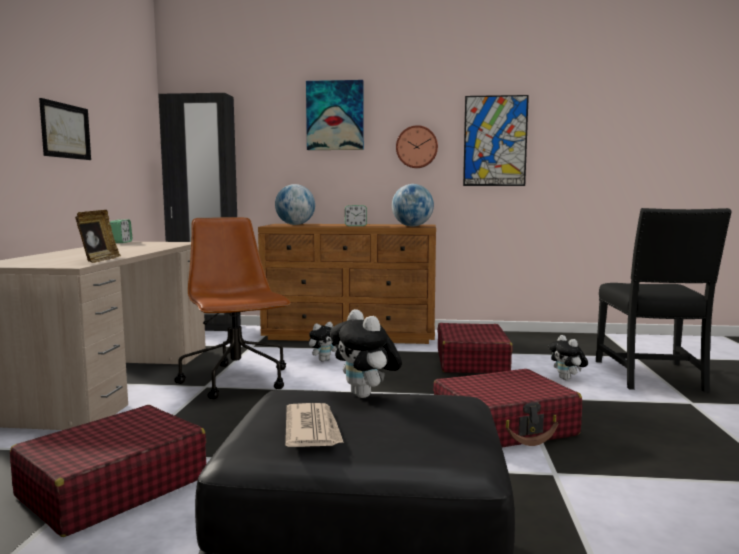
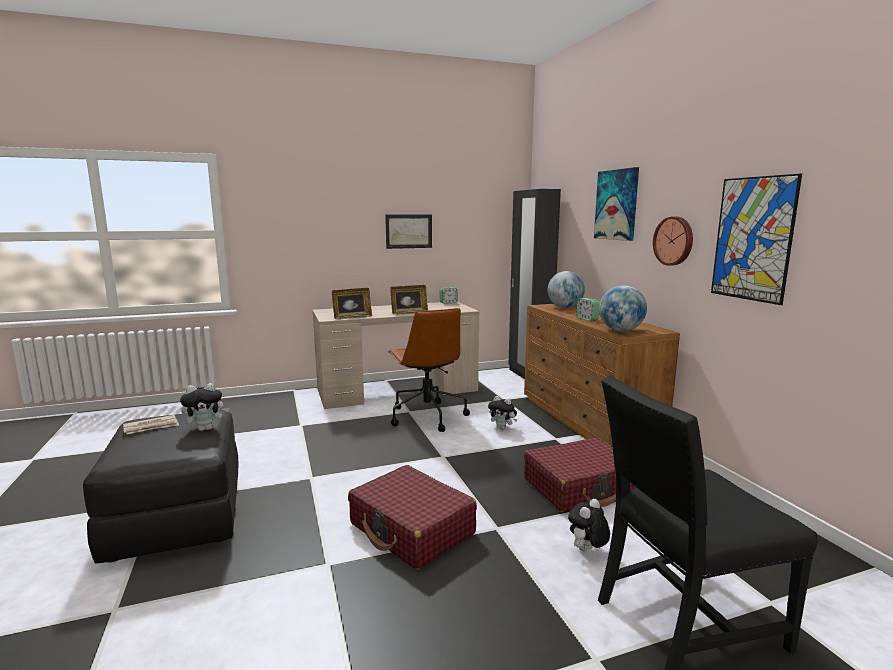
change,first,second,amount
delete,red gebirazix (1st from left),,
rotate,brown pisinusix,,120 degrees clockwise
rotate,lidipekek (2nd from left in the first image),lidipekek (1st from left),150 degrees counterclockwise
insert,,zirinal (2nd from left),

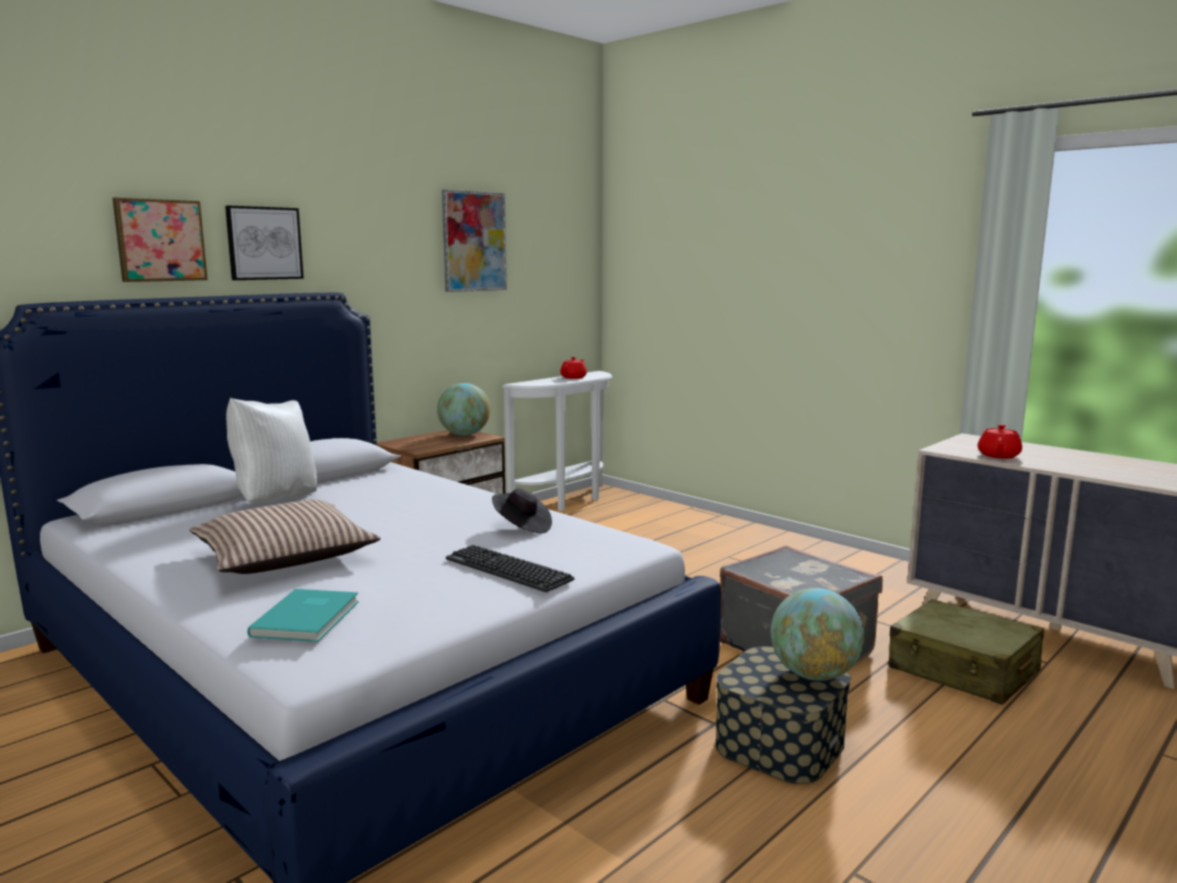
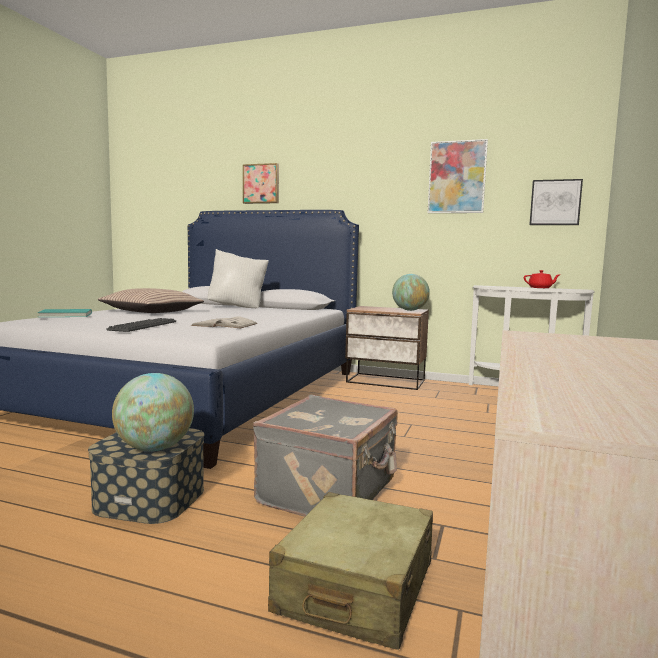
change,first,second,amount
move,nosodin (2nd from left in the first image),nosodin (3rd from left),
replace,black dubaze,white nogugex,
delete,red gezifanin (2nd from left),,

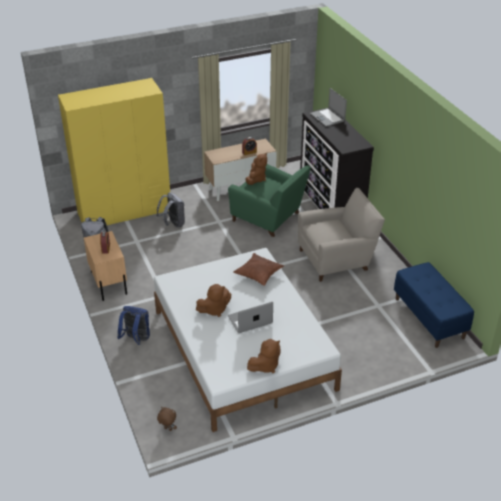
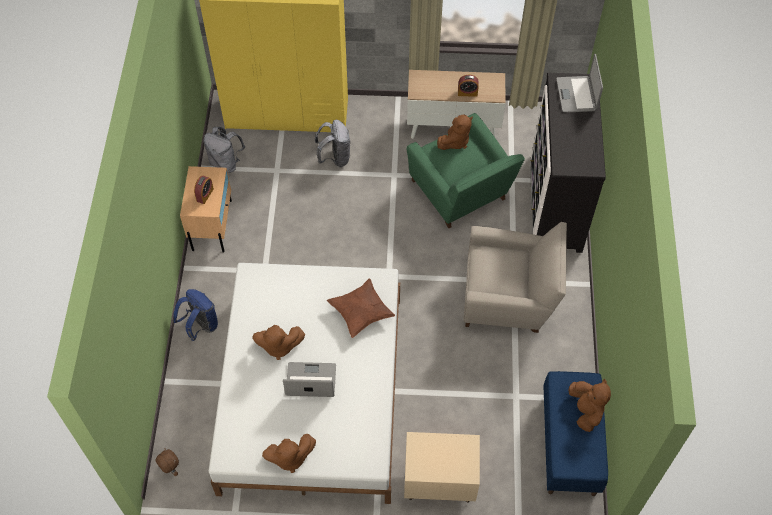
change,first,second,amount
insert,,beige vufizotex (2nd from left),
insert,,brown lidipekek (5th from left),

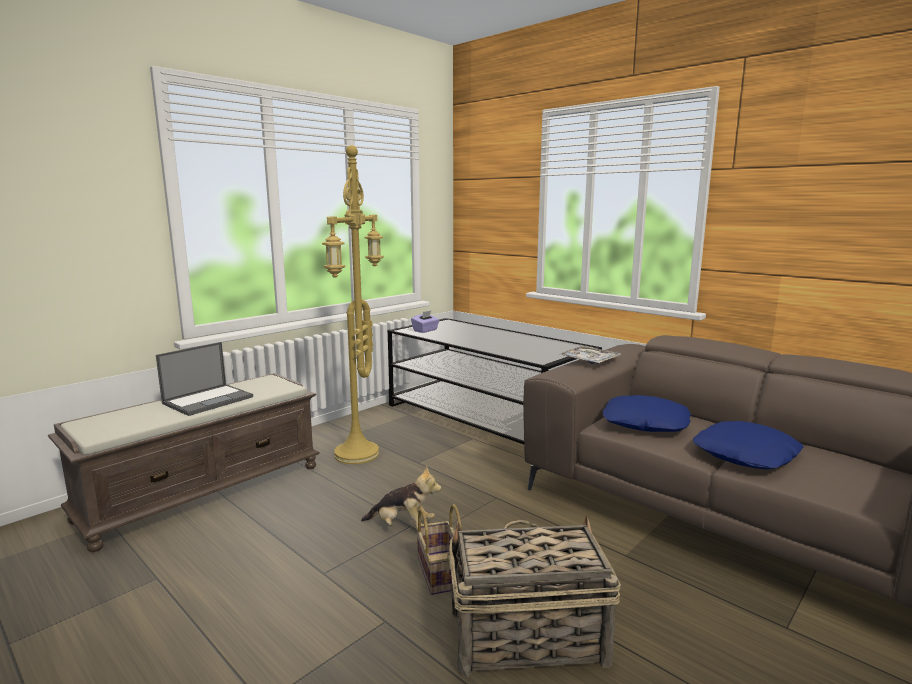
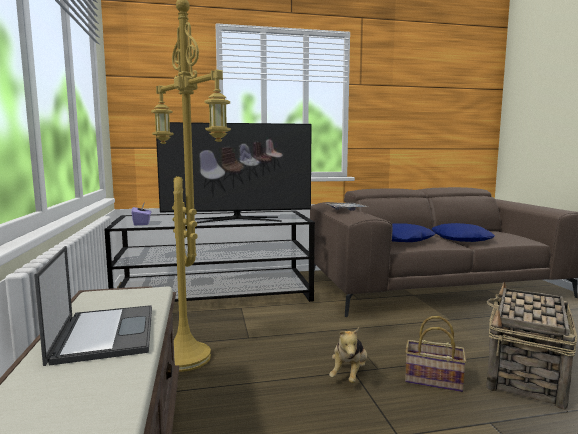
change,first,second,amount
rotate,lidipekek,,150 degrees clockwise
insert,,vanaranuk,

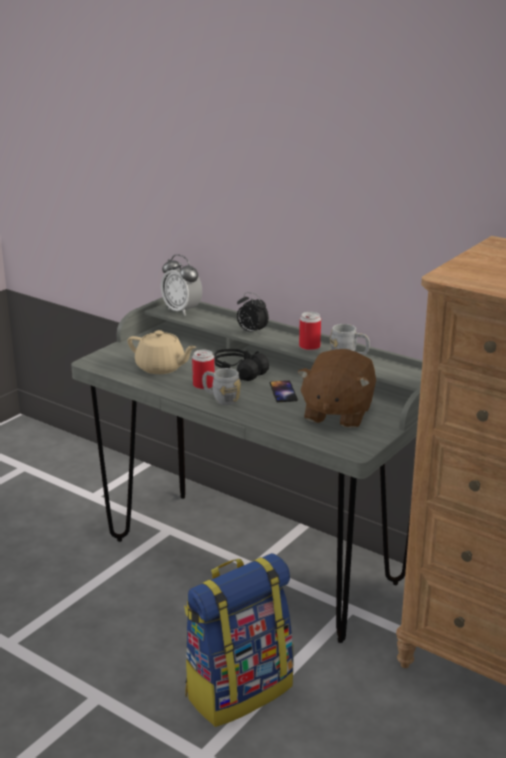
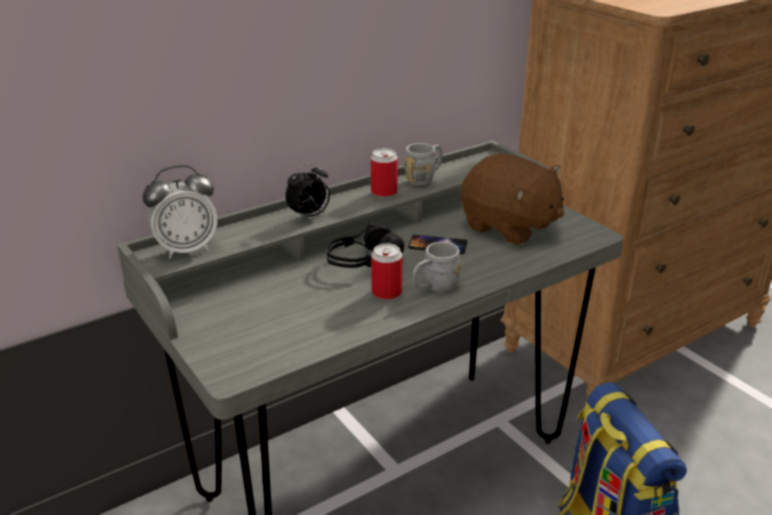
change,first,second,amount
delete,beige gezifanin,,

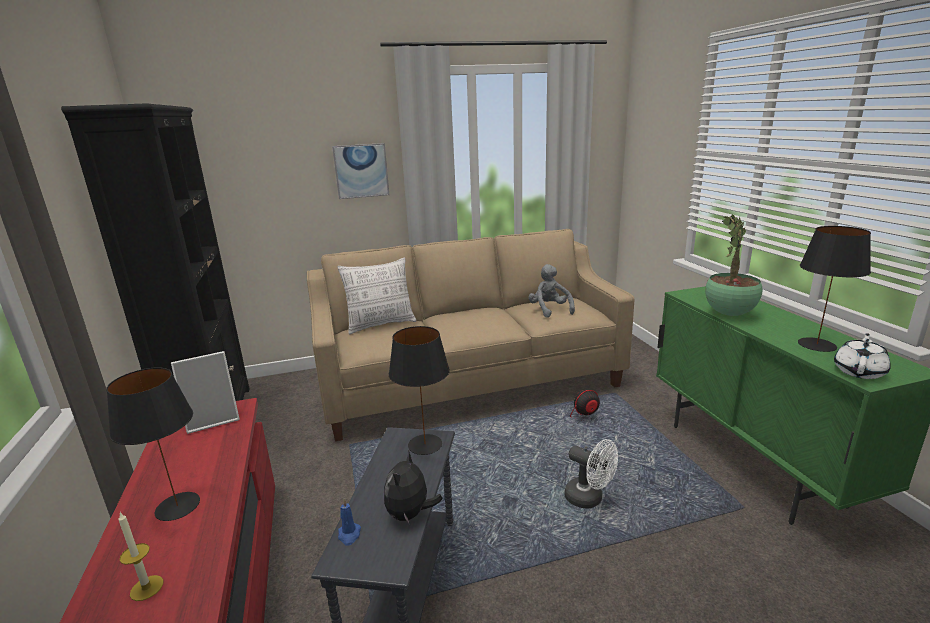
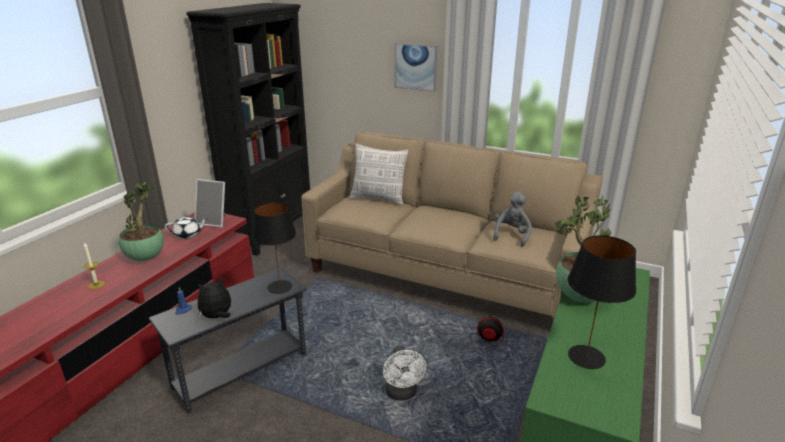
change,first,second,amount
replace,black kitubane (1st from left),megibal (1st from left),
move,white gezifanin,,

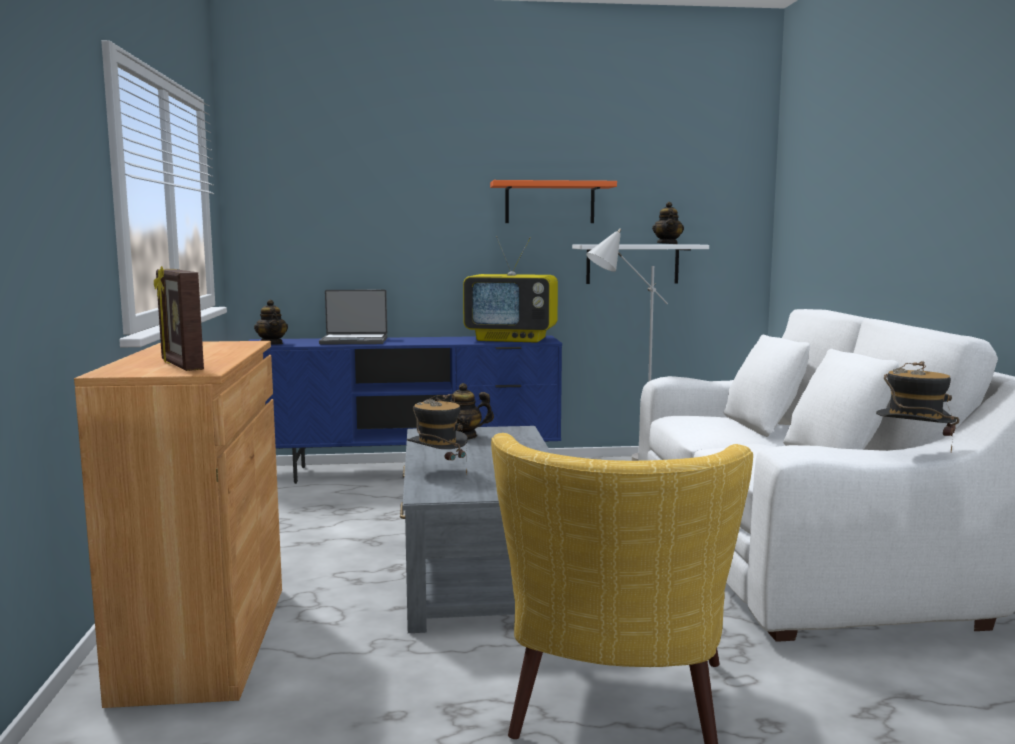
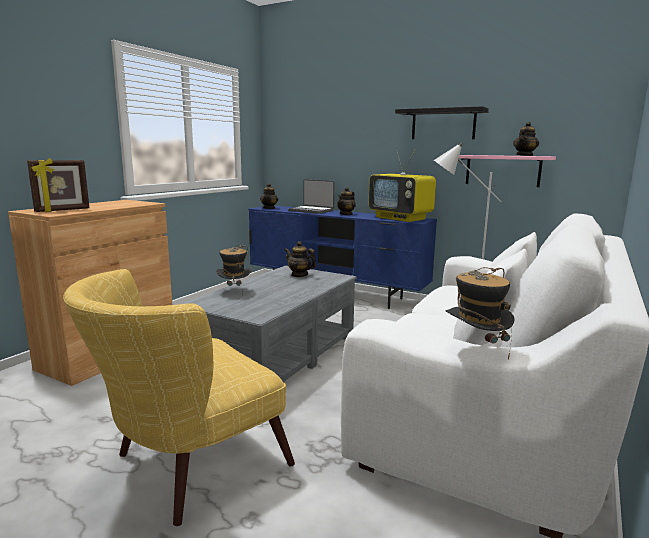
change,first,second,amount
rotate,zirinal,,135 degrees counterclockwise
recolor,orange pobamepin,black pobamepin,
recolor,white pobamepin,pink pobamepin,
insert,,gezifanin (3rd from left),

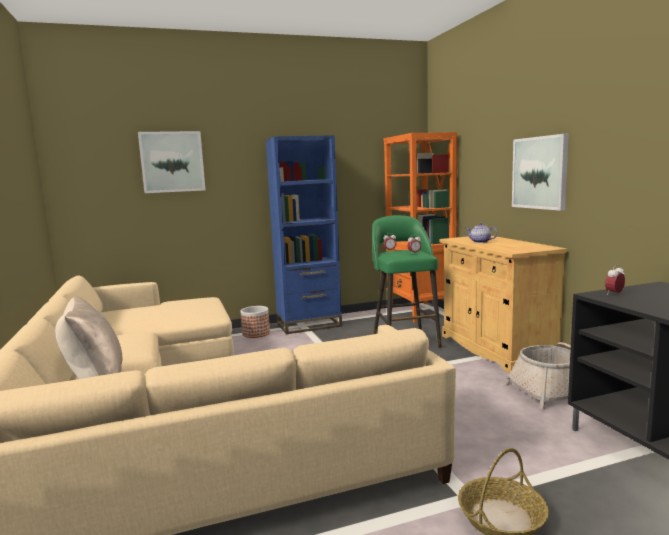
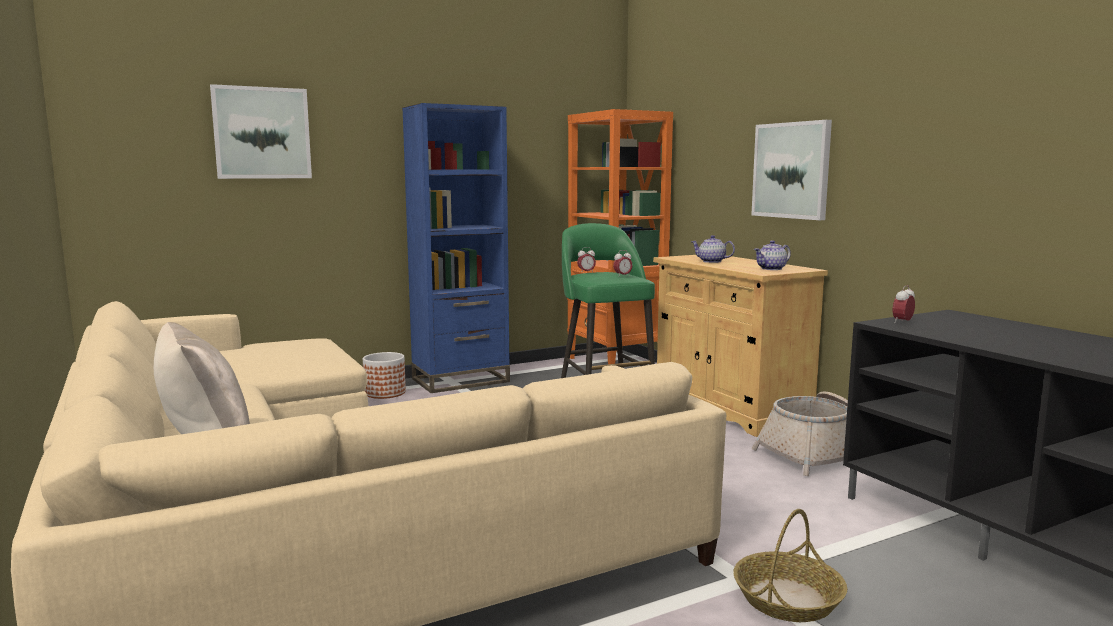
change,first,second,amount
insert,,gezifanin (2nd from left),

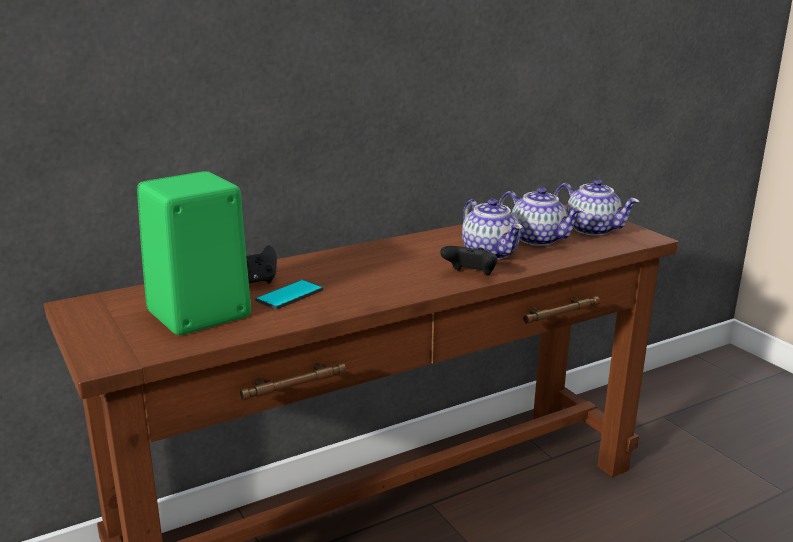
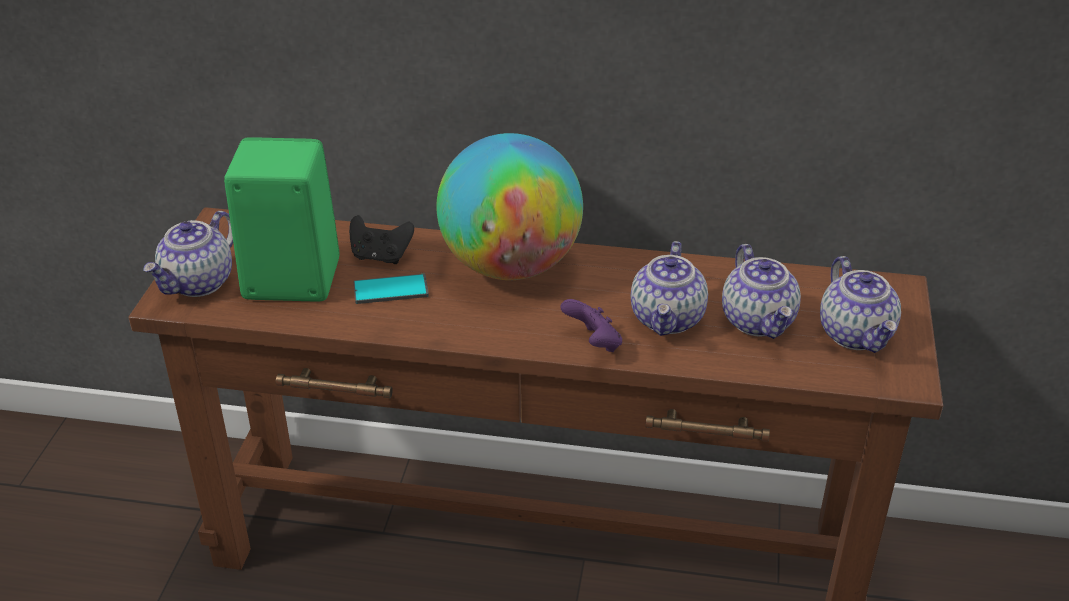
change,first,second,amount
recolor,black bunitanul (2nd from left),purple bunitanul,
insert,,gezifanin (1st from left),
insert,,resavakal,

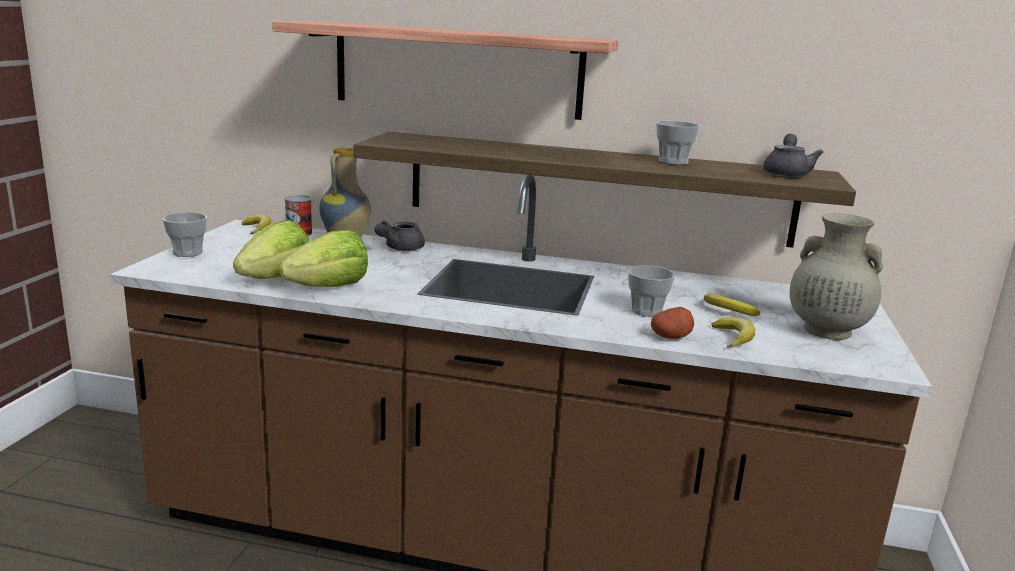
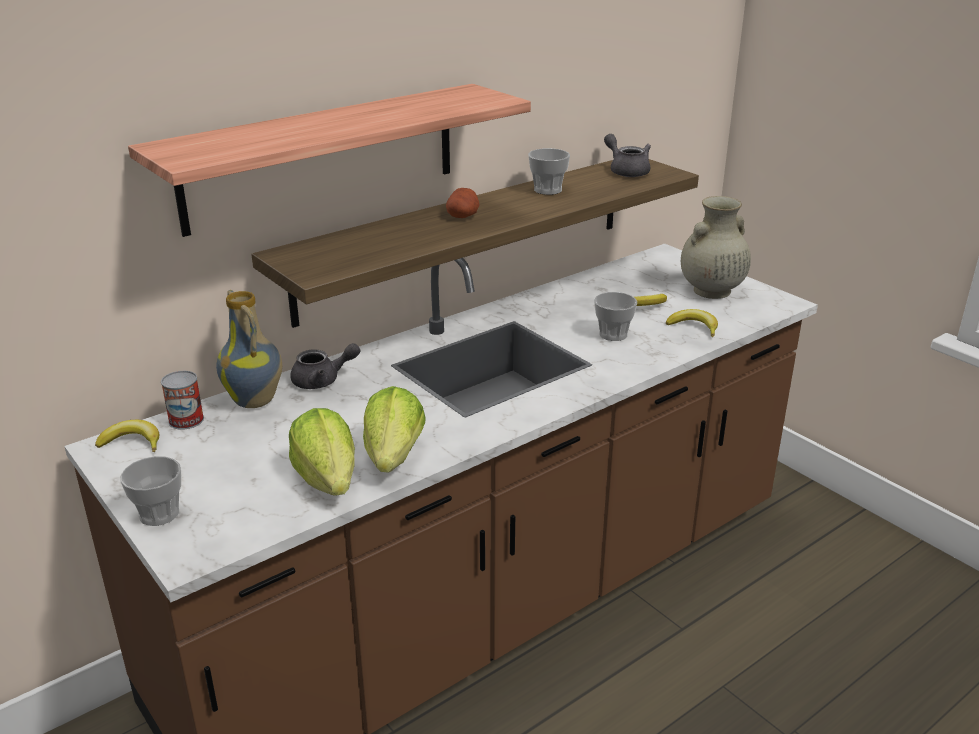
change,first,second,amount
rotate,grey gezifanin (1st from left),,90 degrees counterclockwise
move,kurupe,,

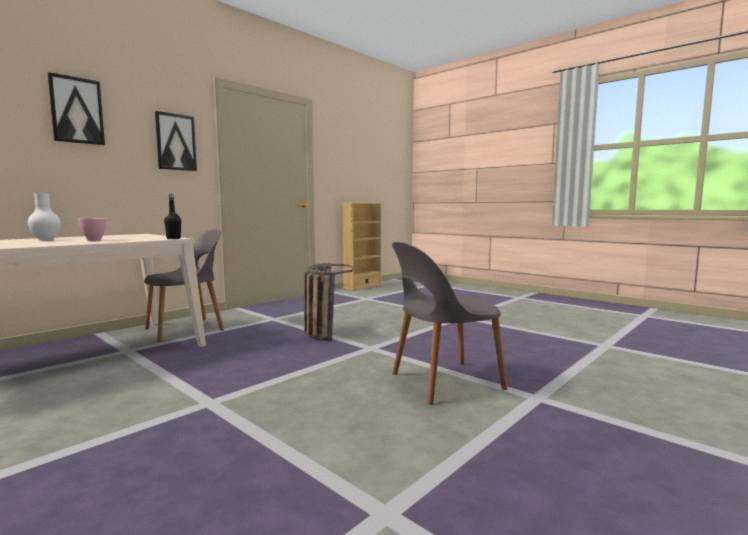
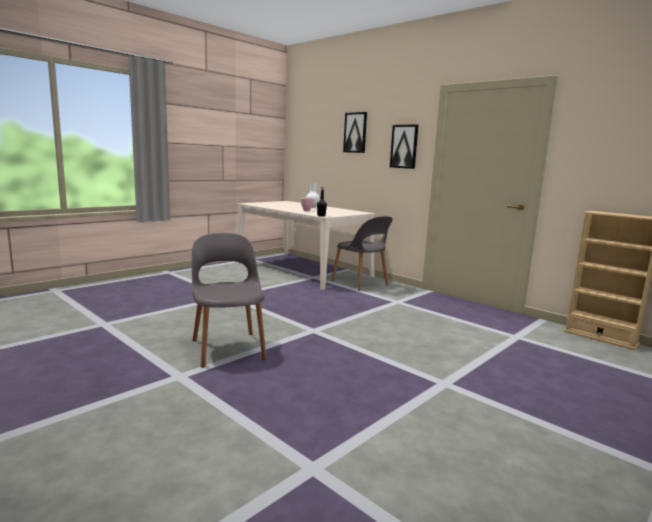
change,first,second,amount
delete,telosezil,,

